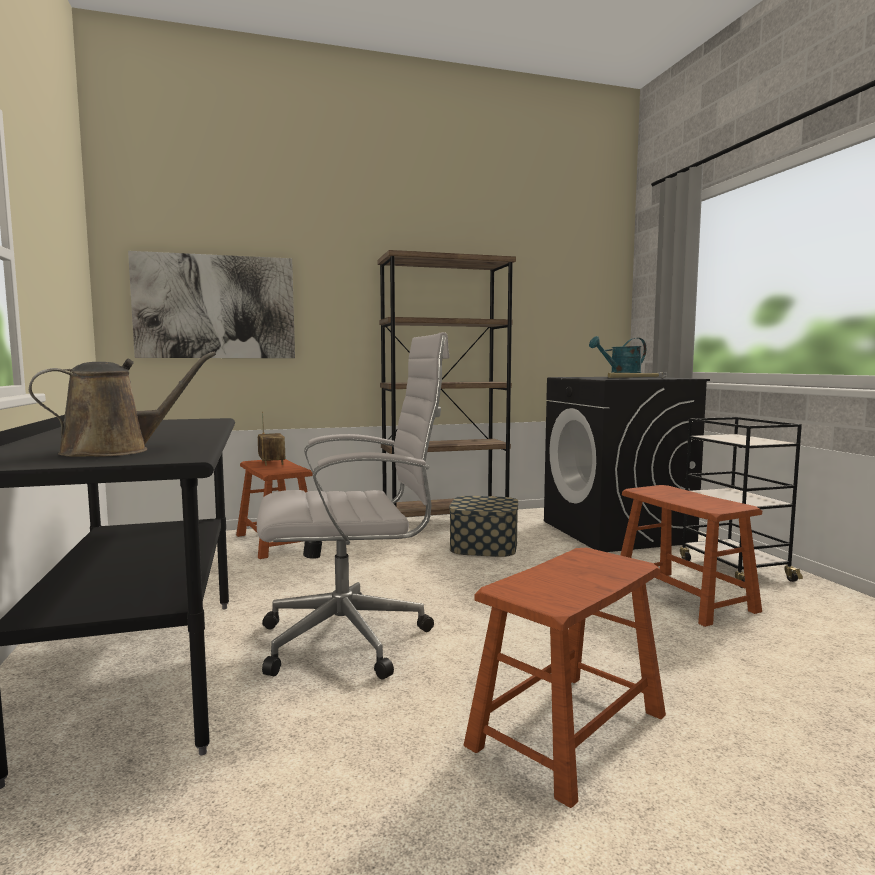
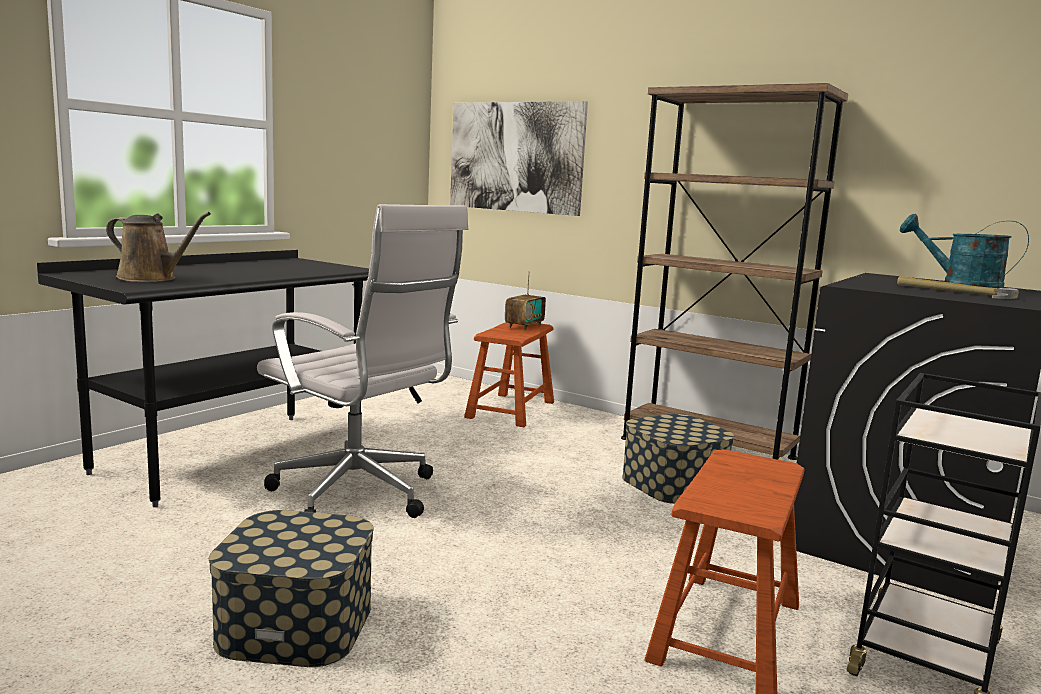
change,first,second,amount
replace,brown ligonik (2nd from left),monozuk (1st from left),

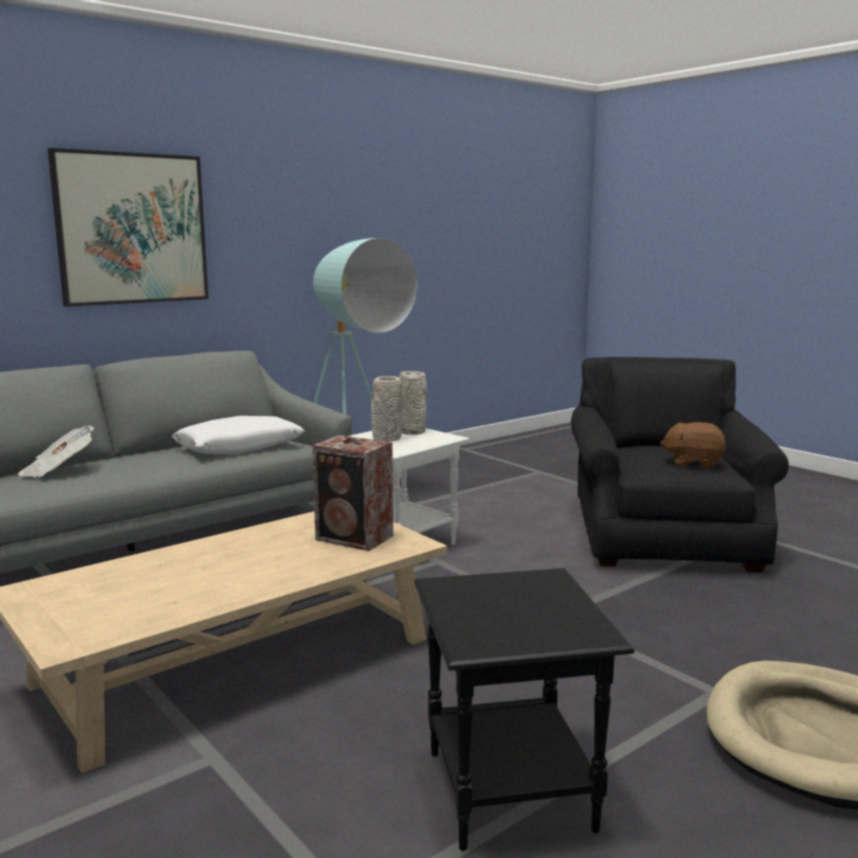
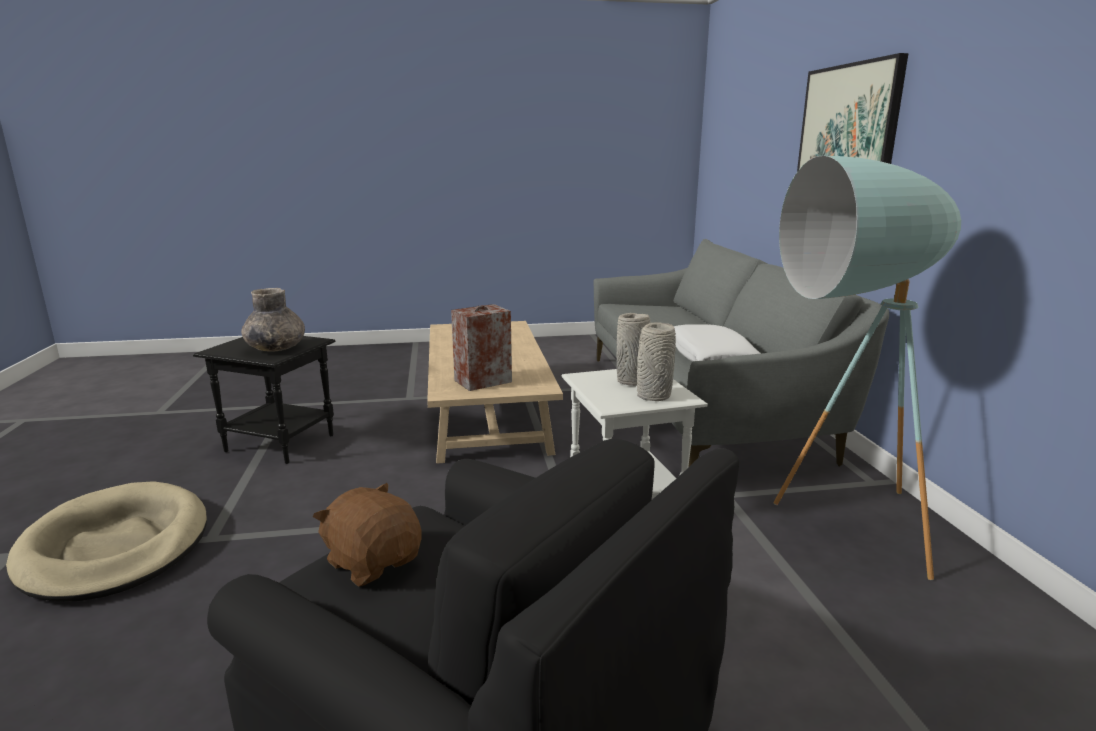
change,first,second,amount
delete,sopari,,
rotate,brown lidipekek,,90 degrees counterclockwise
insert,,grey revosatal (1st from left),

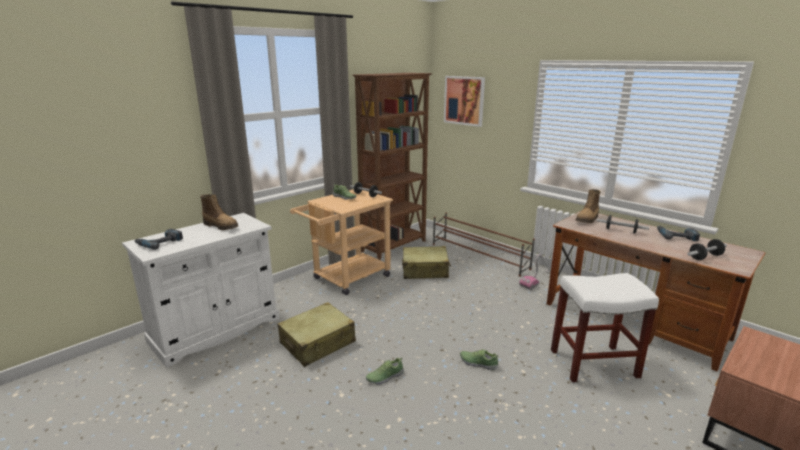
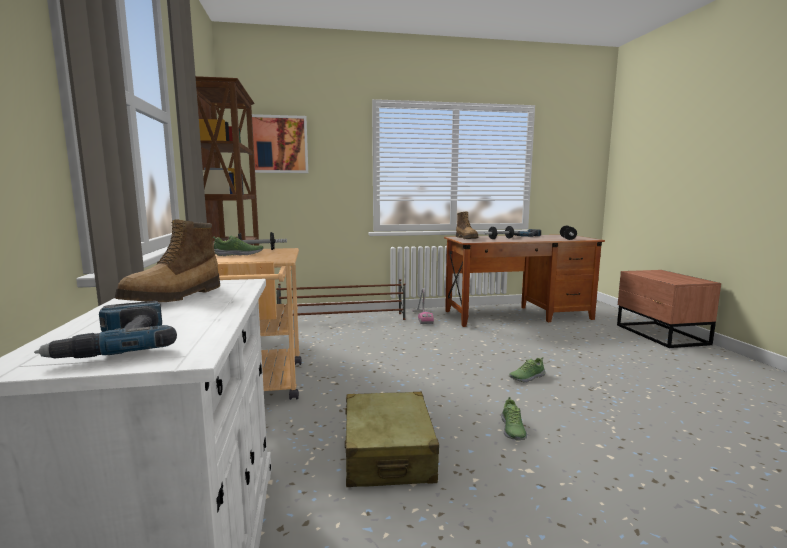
change,first,second,amount
rotate,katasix (1st from left),,135 degrees clockwise
delete,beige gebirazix (2nd from left),,
delete,white ligonik,,

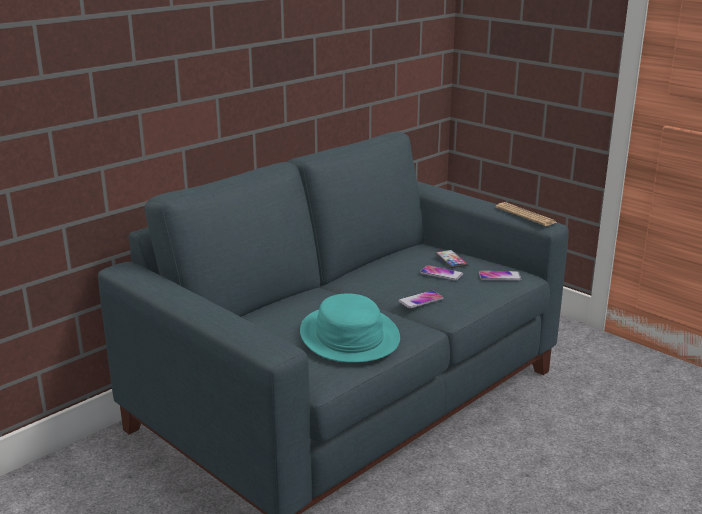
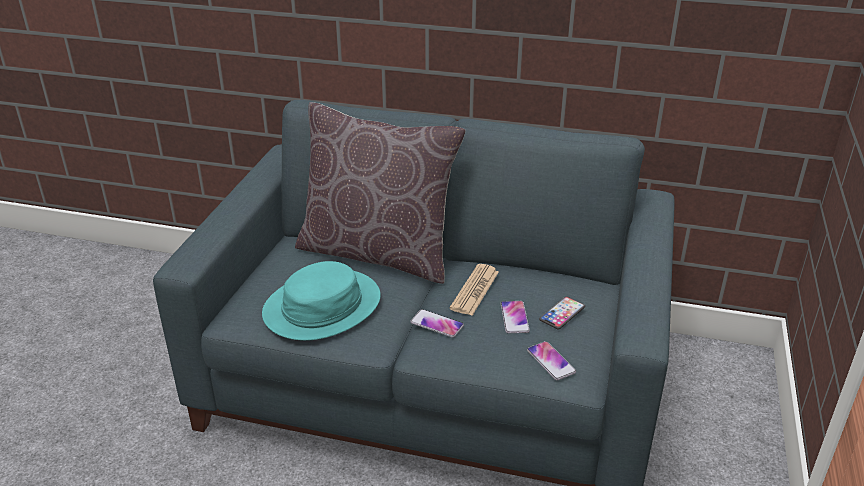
change,first,second,amount
move,sopari,,
insert,,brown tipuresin,

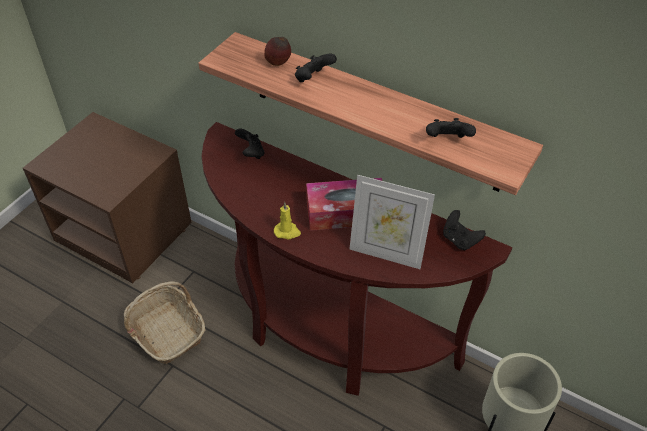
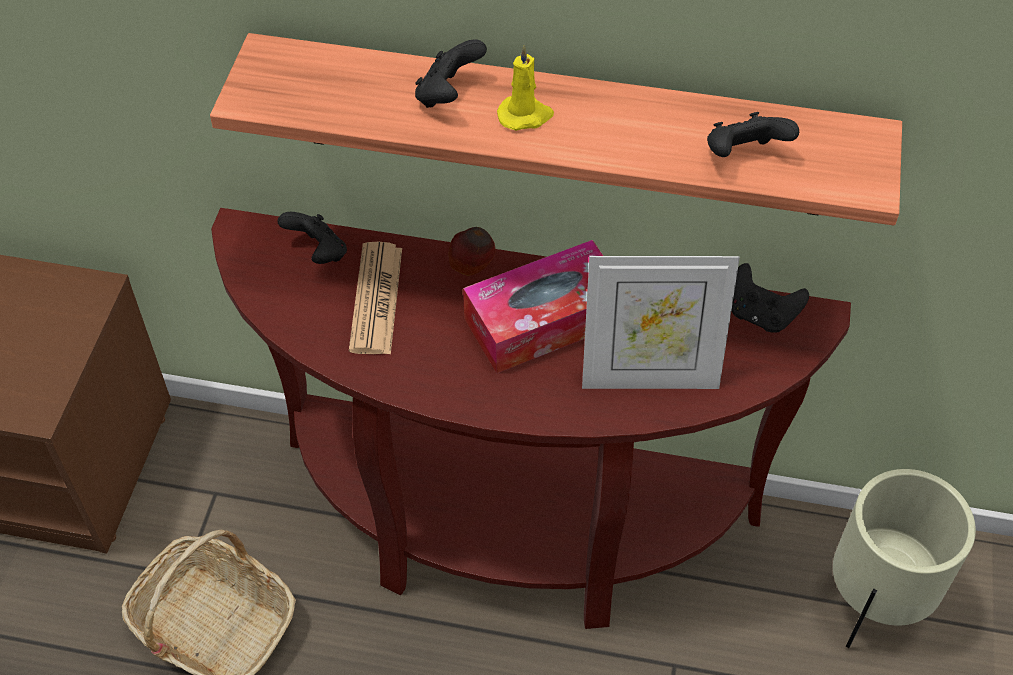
change,first,second,amount
move,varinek,,
move,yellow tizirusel,,
insert,,sopari,

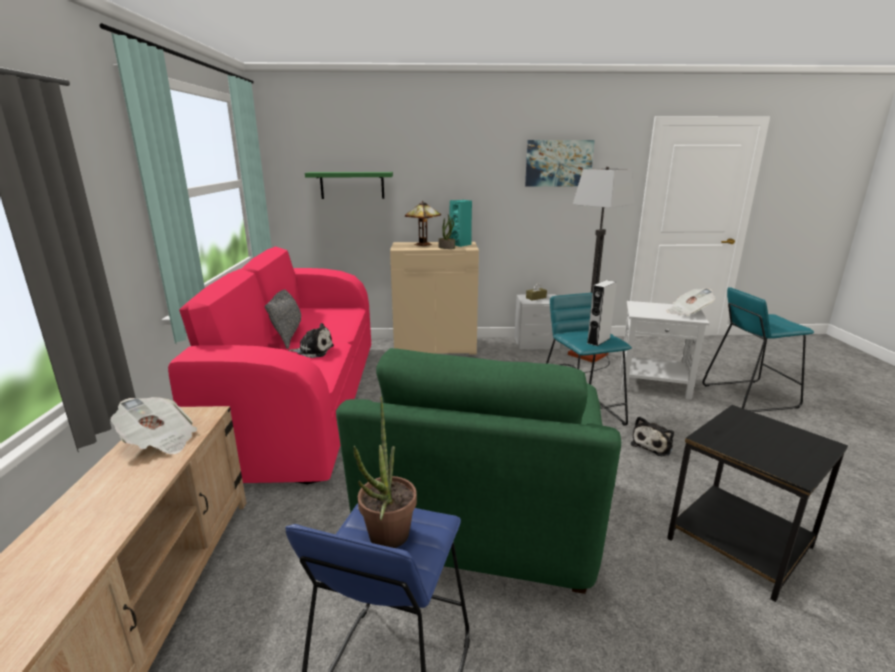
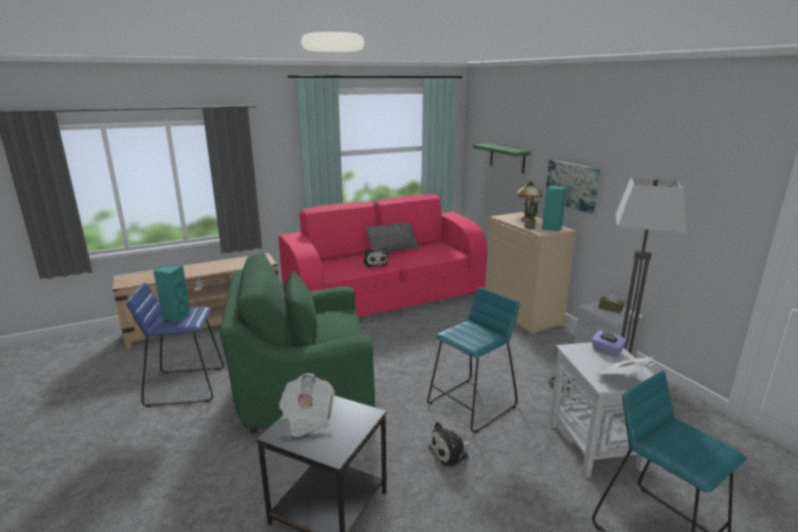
change,first,second,amount
move,sopari (1st from left),,
replace,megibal (1st from left),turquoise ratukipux (1st from left),
move,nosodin,,
delete,grey ratukipux,,
rotate,lidipekek (2nd from left),,45 degrees counterclockwise
insert,,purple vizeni,

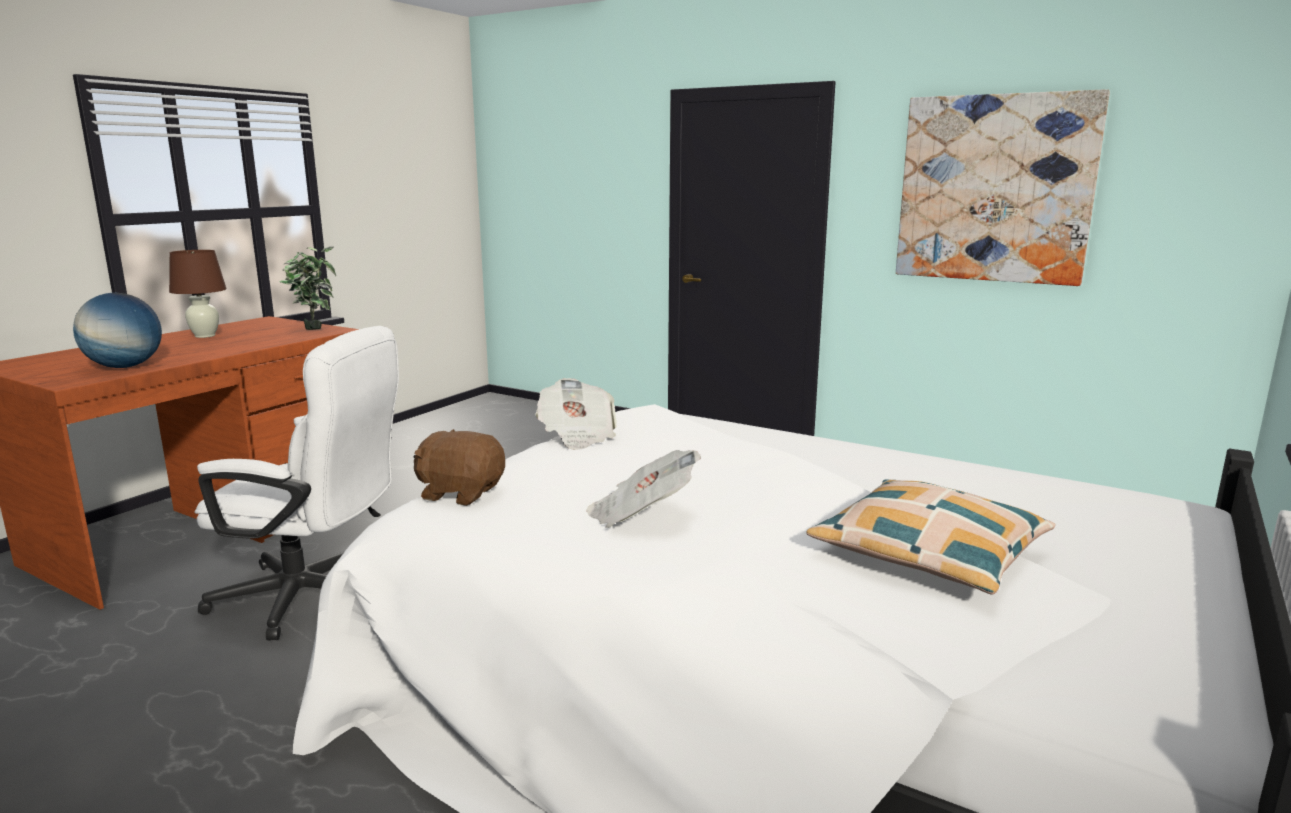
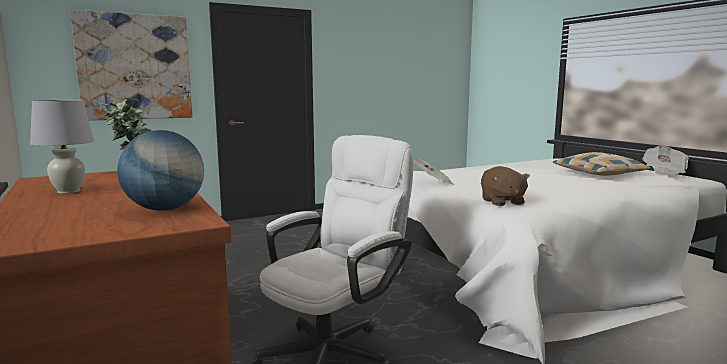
change,first,second,amount
recolor,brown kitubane,white kitubane,
rotate,brown lidipekek,,60 degrees counterclockwise
move,sopari (2nd from left),,
move,nosodin,,

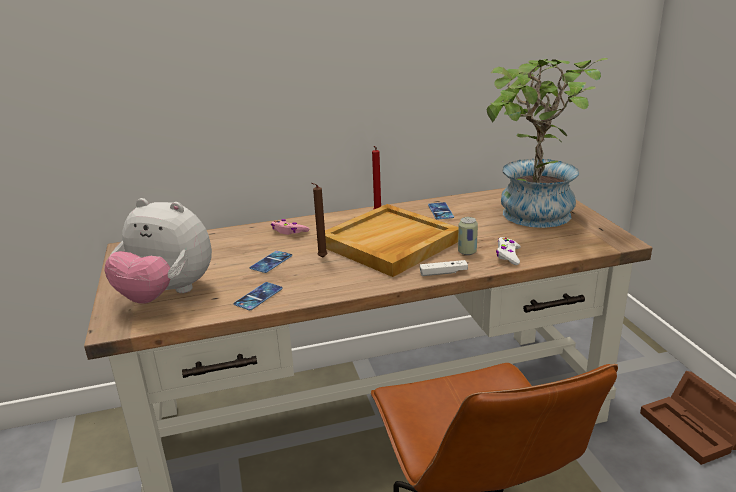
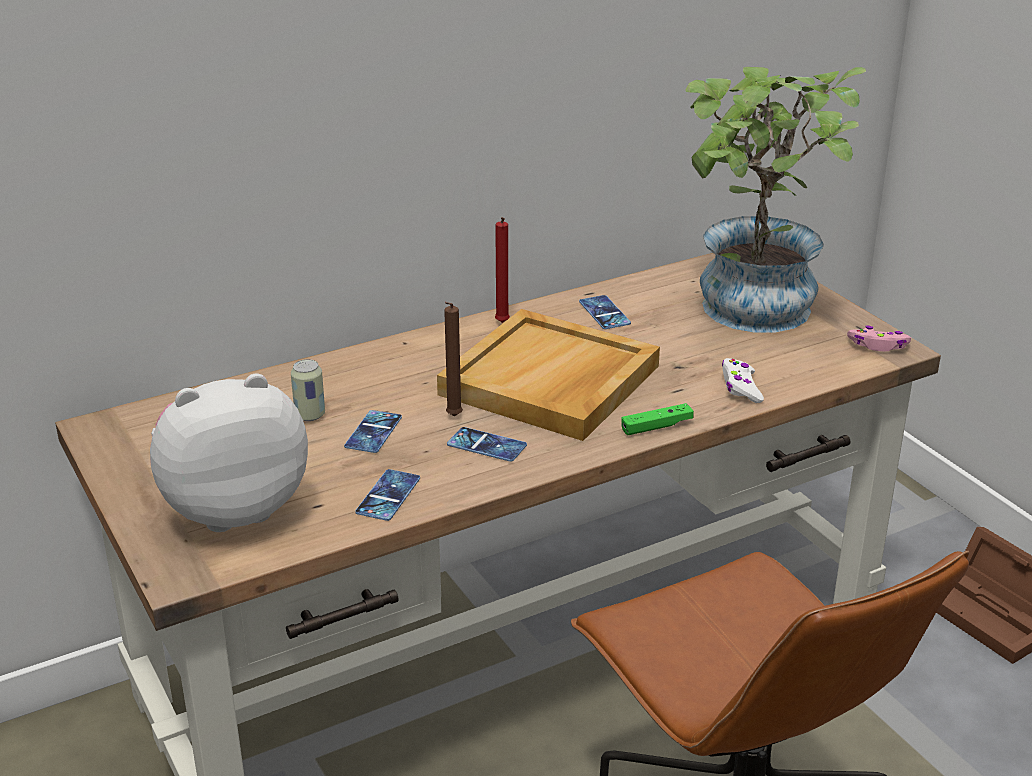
change,first,second,amount
rotate,lidipekek,,150 degrees clockwise
move,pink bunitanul,,
recolor,white bunitanul (1st from left),green bunitanul,
move,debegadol,,
insert,,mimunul (3rd from left),

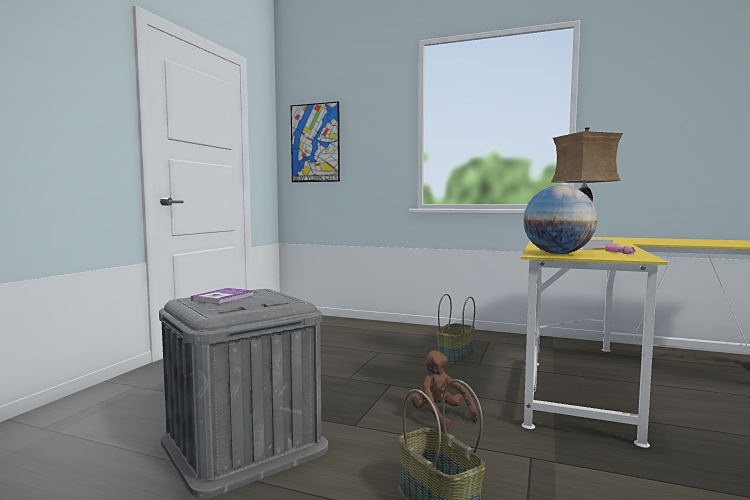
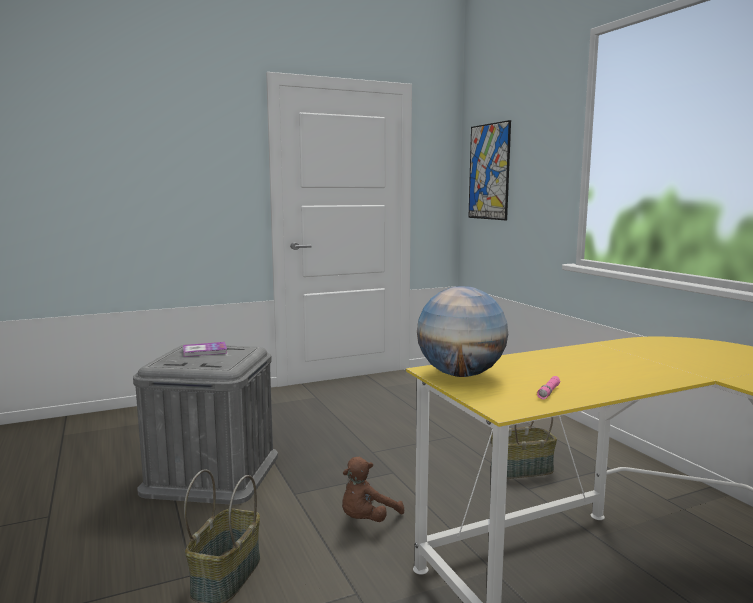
change,first,second,amount
rotate,brown lidipekek,,150 degrees counterclockwise
delete,kitubane,,

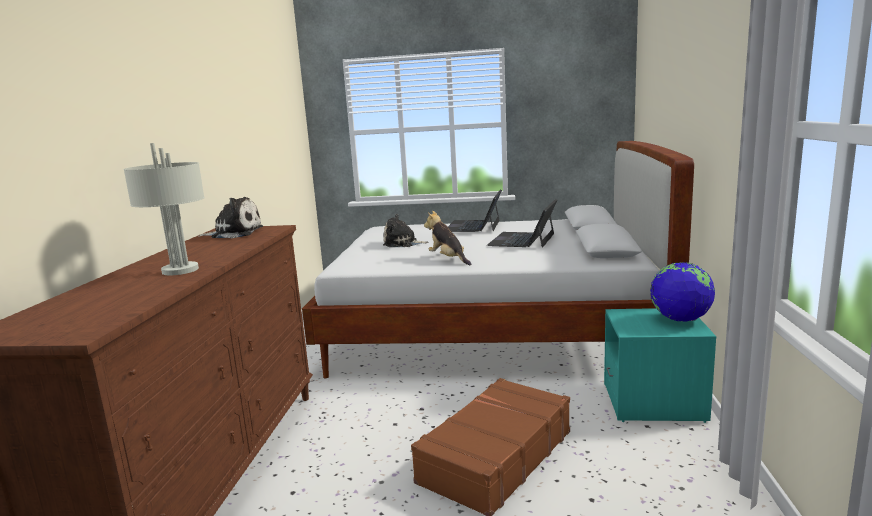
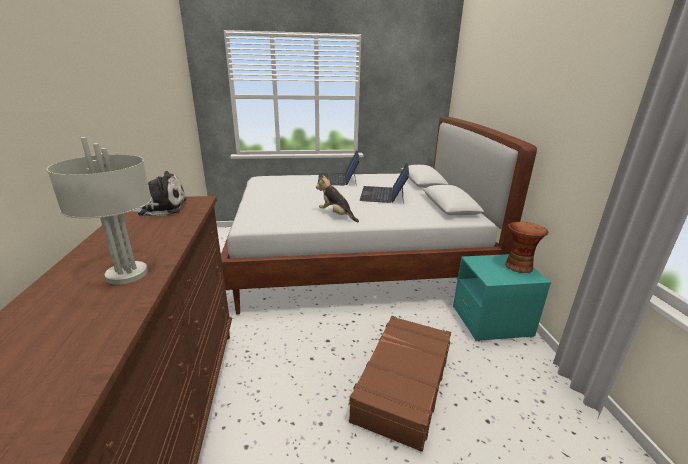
change,first,second,amount
delete,lidipekek (2nd from left),,
replace,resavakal,revosatal,

